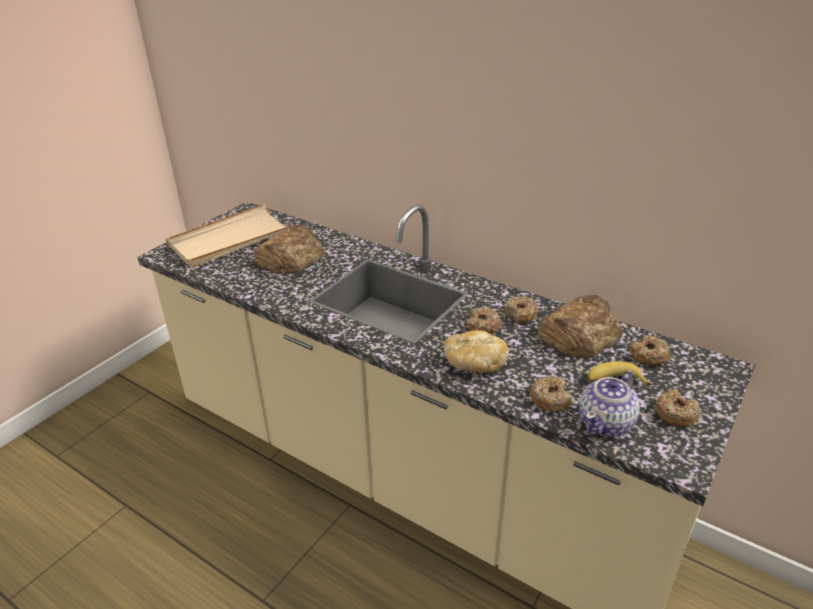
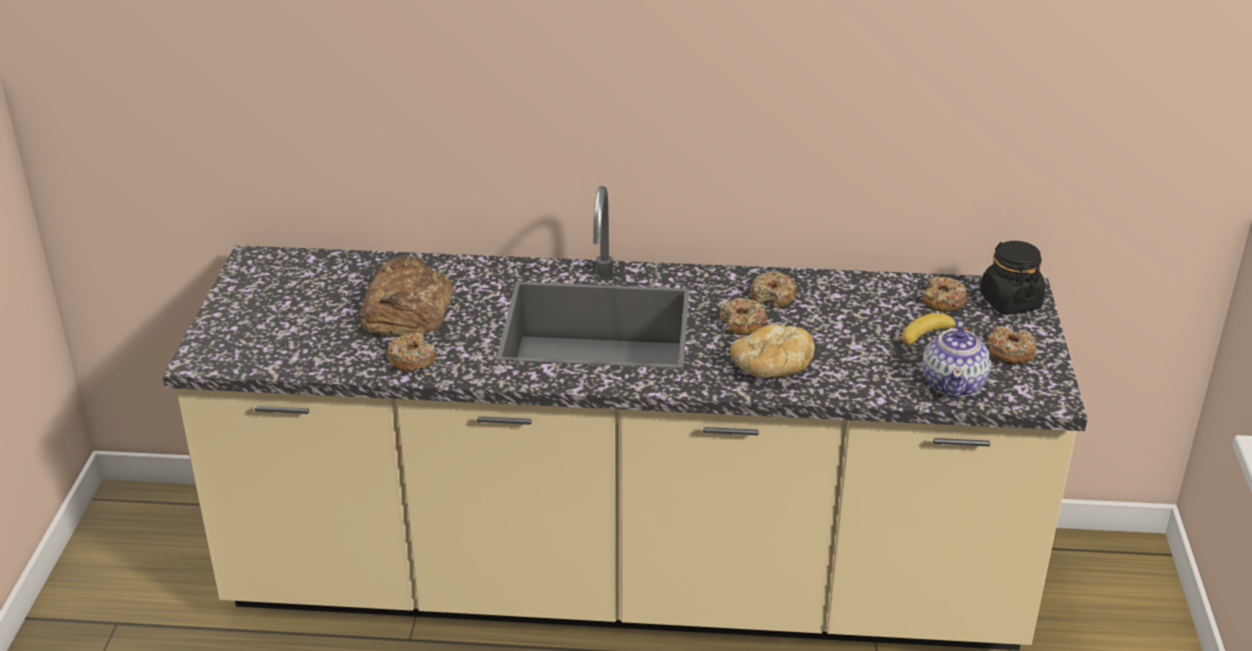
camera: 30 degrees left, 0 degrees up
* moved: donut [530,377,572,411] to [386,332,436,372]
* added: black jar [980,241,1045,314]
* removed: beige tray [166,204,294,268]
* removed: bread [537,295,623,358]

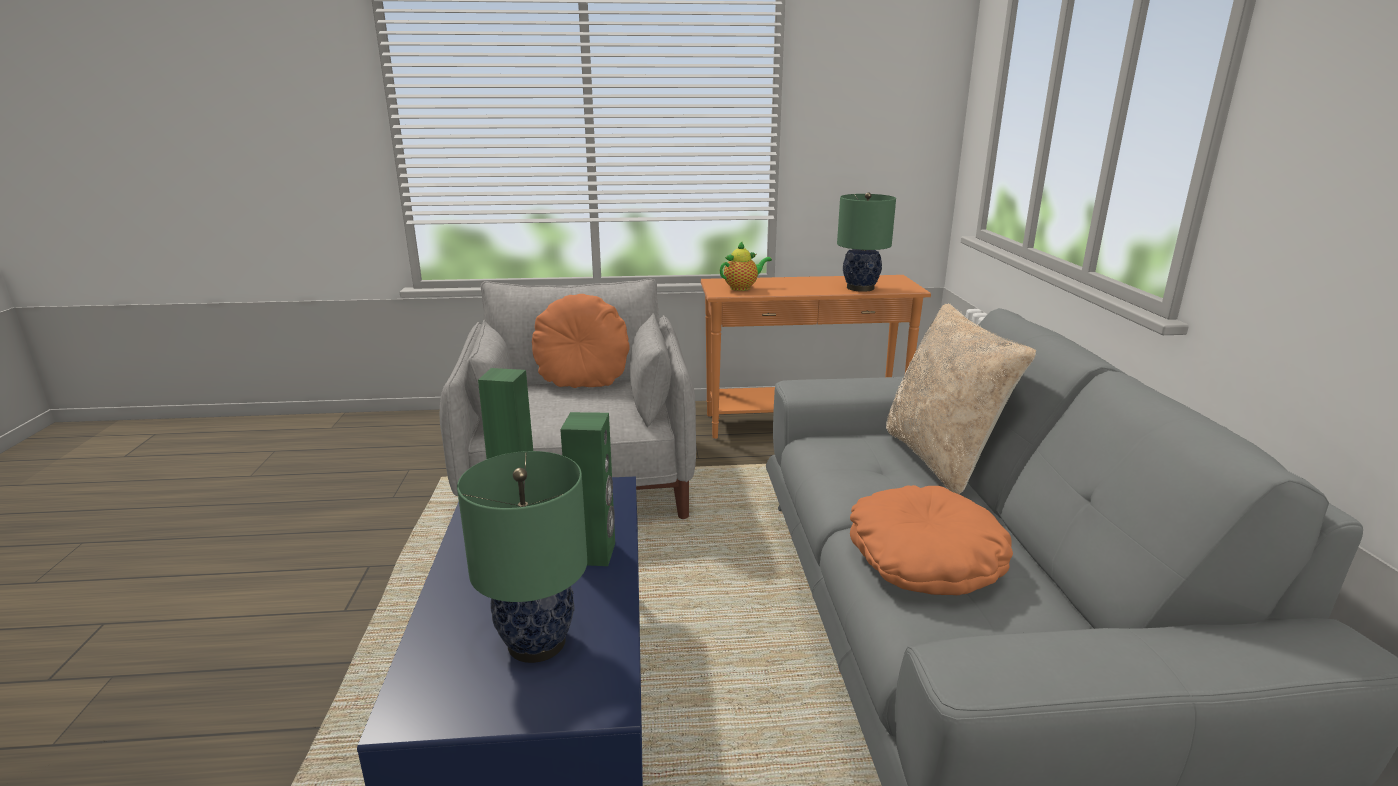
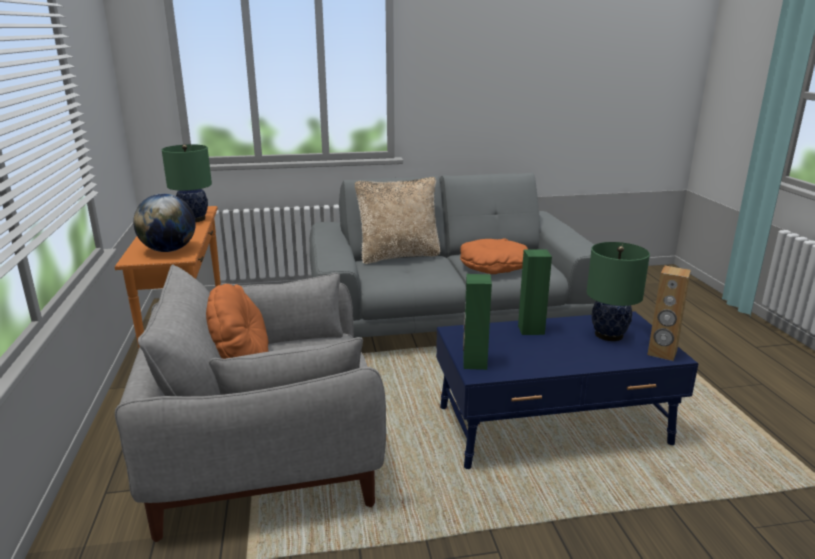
camera: 95 degrees left, 0 degrees up
* replaced: teapot [720,241,772,291] to globe [133,194,196,252]
* added: brown speaker [647,266,691,361]

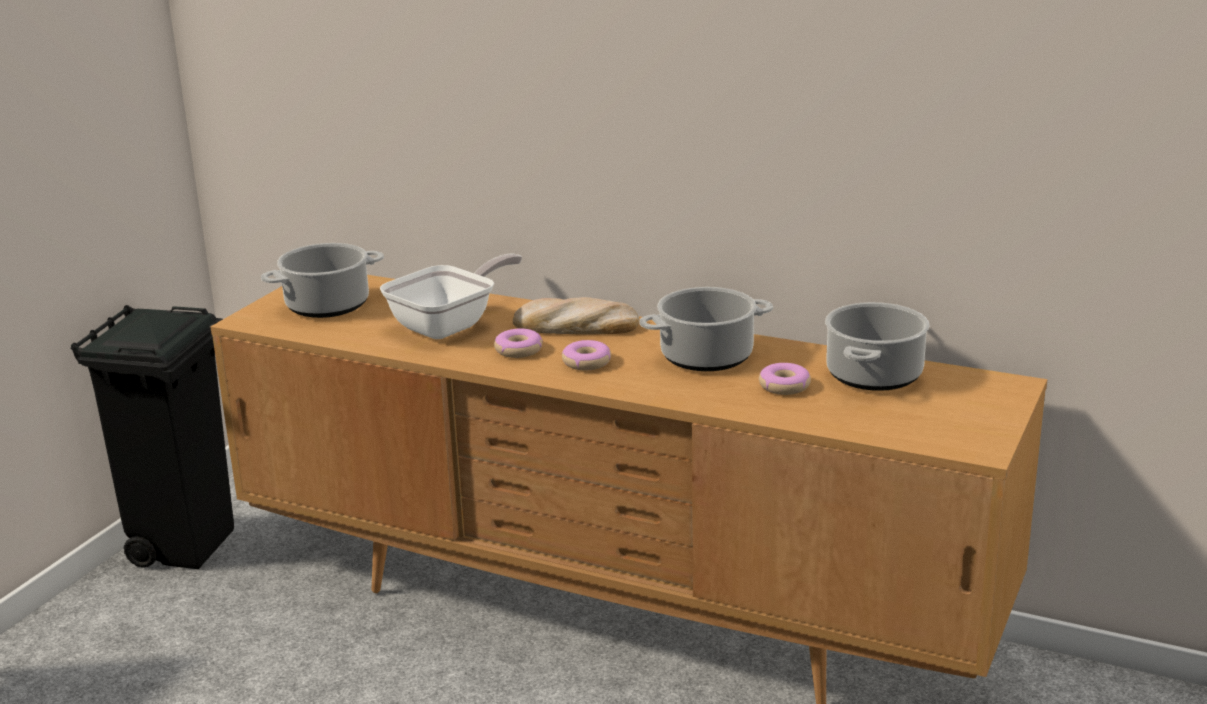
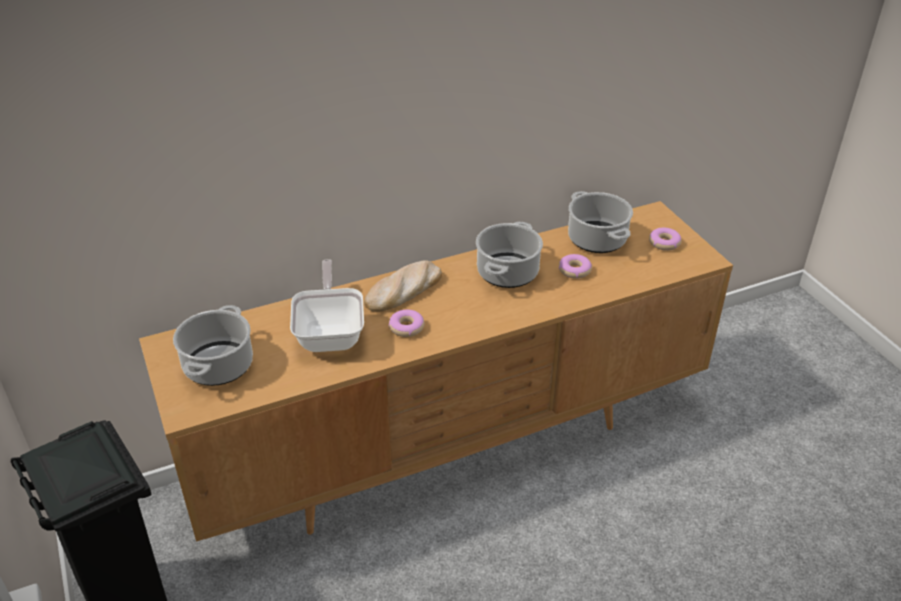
camera: 50 degrees left, 15 degrees up
* moved: donut [562,340,611,370] to [649,227,681,251]

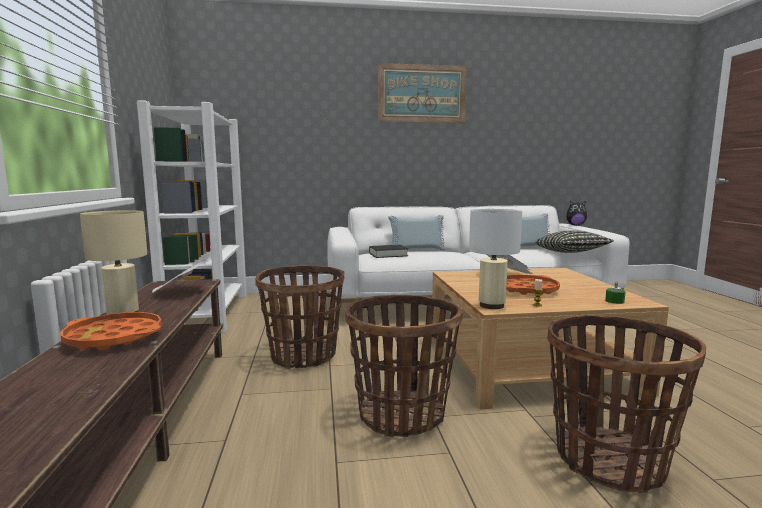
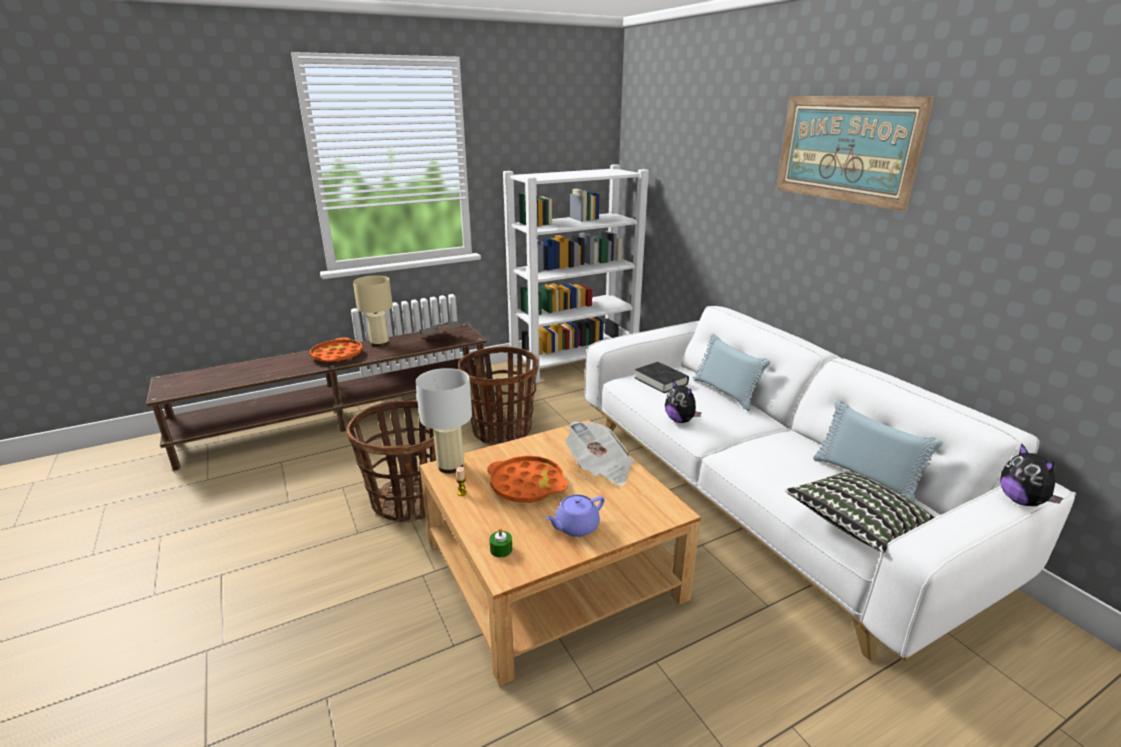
camera: 70 degrees right, 15 degrees up
* added: purple teapot [545,495,605,537]
* added: plush toy [665,380,702,423]
* removed: basket [547,315,706,494]

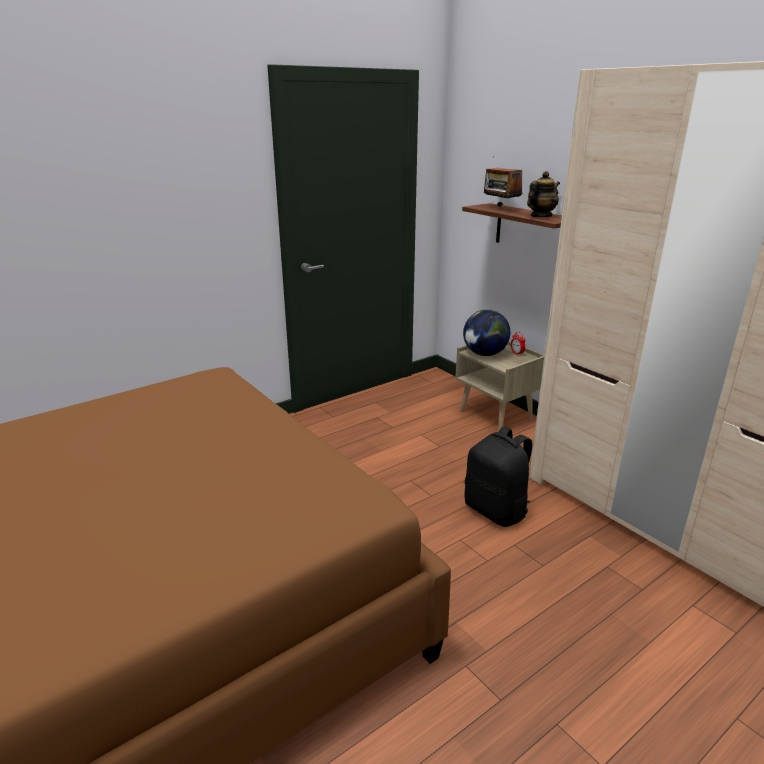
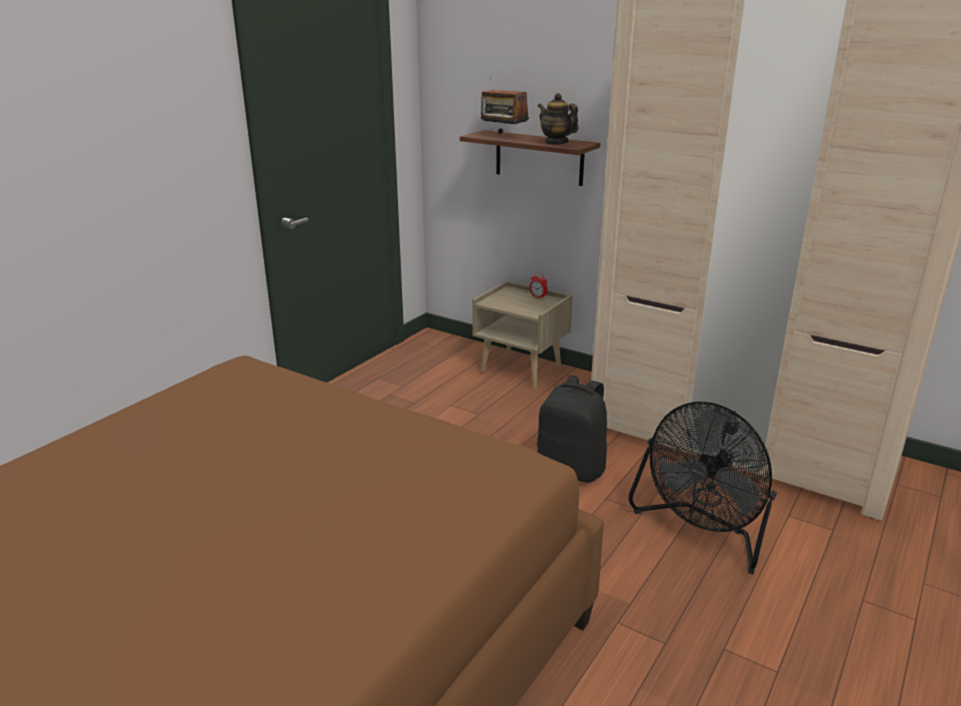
camera: 20 degrees left, 0 degrees up
* turned: teapot [527,171,560,217] = [538,93,578,145] 75 degrees counterclockwise
* added: black fan [629,402,777,574]
* removed: globe [463,309,510,356]

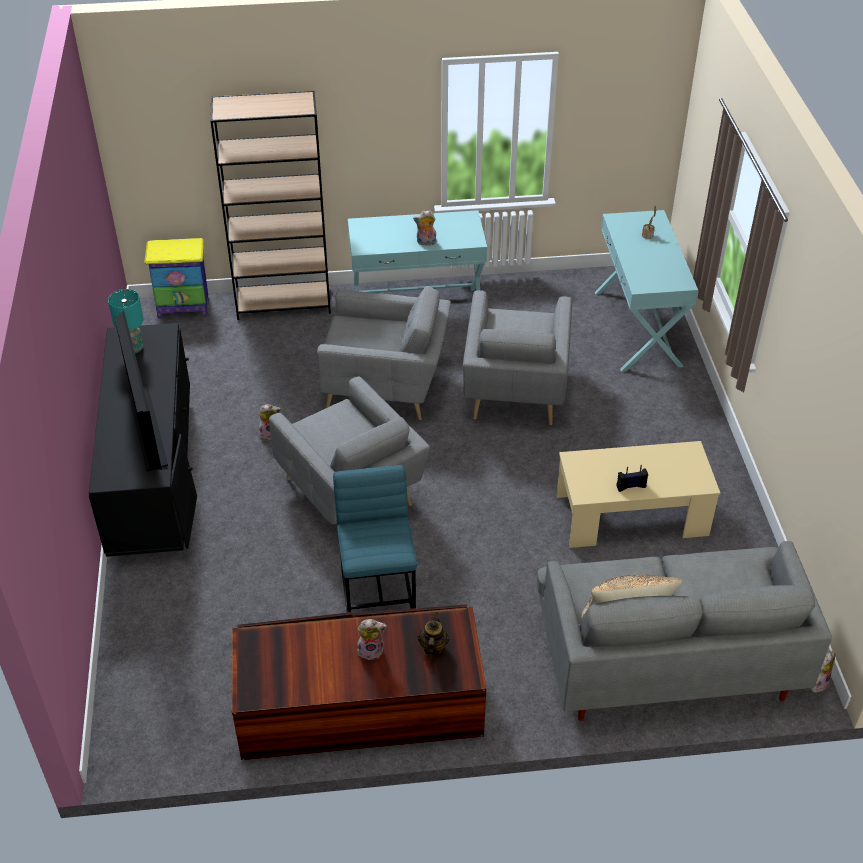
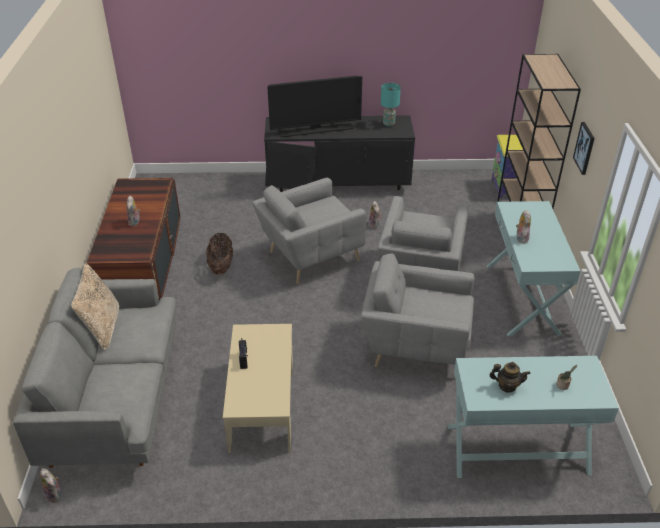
camera: 95 degrees right, 5 degrees down
* replaced: blue stool [333,465,417,613] to basket [206,233,233,275]
* moved: teapot [418,612,449,659] to [489,362,531,392]
* added: picture [573,122,595,175]

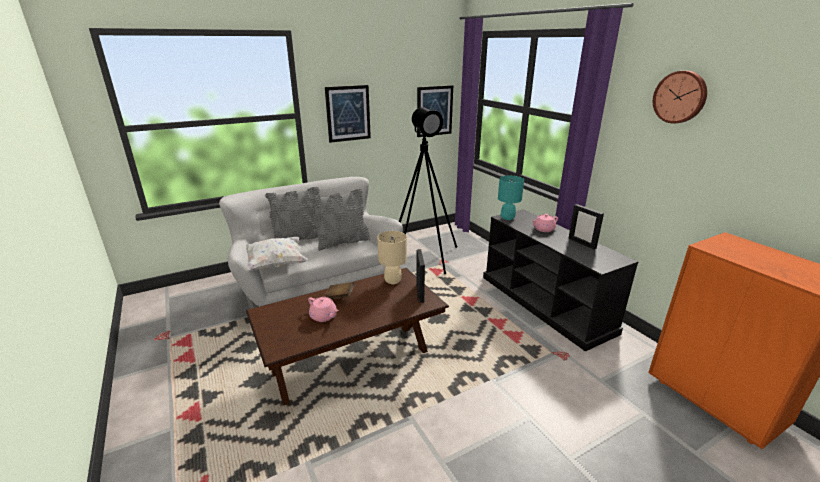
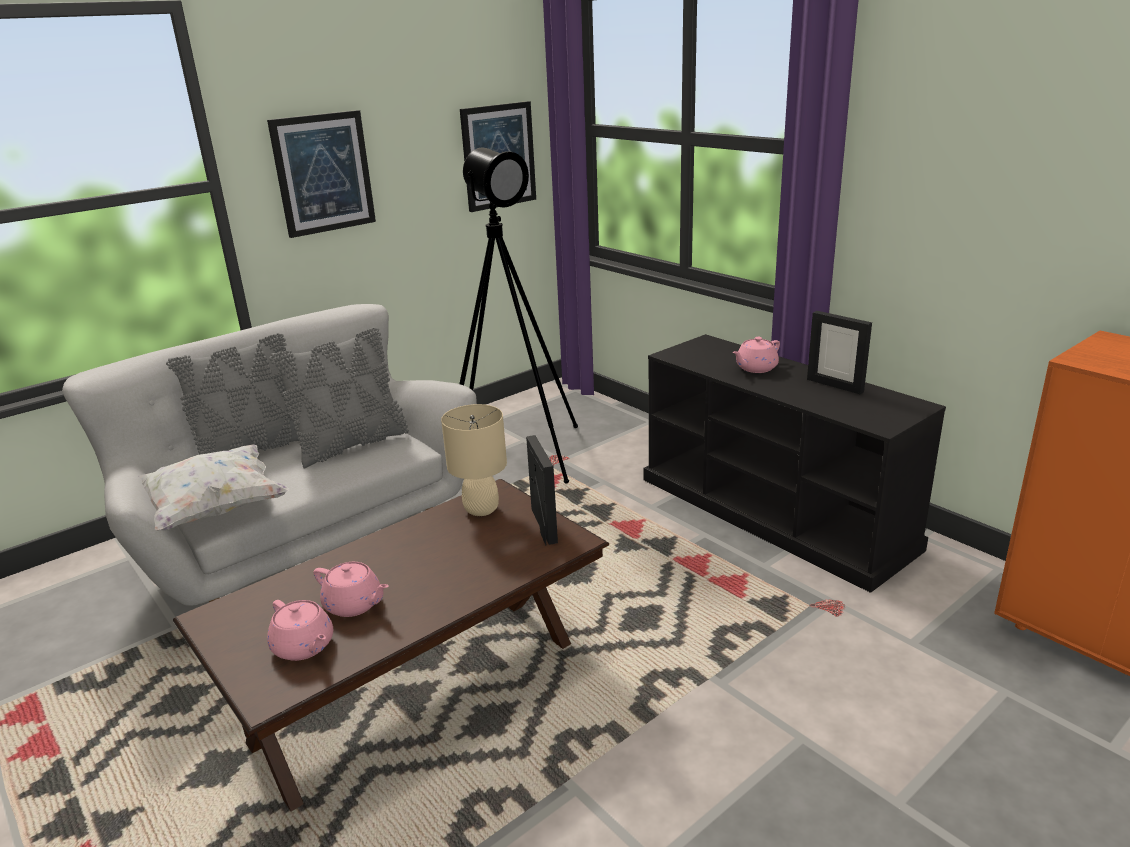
camera: 10 degrees left, 0 degrees up
* added: pink teapot [267,600,333,661]
* removed: brown book [324,282,354,299]
* removed: turquoise table lamp [498,176,524,220]
* removed: wall clock [653,71,707,123]

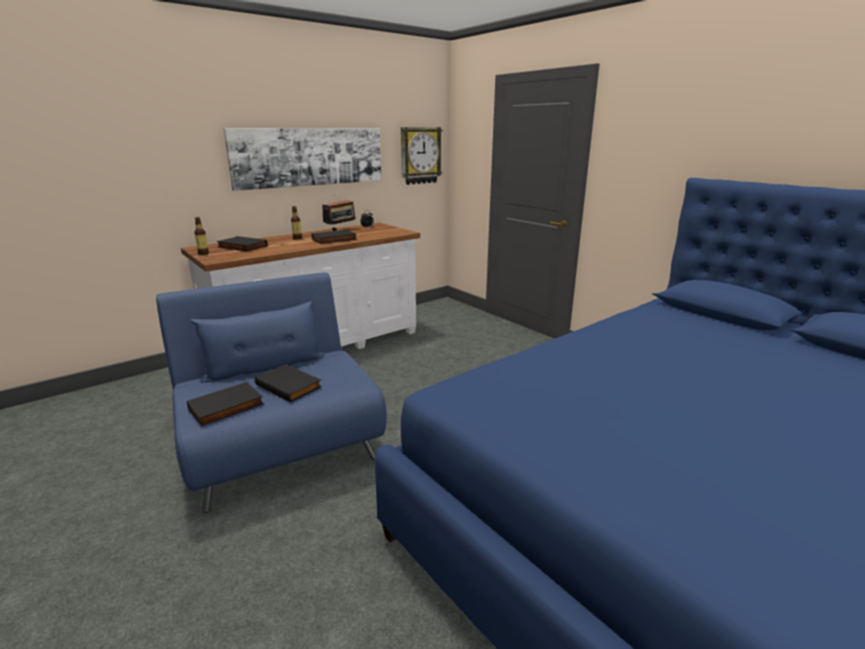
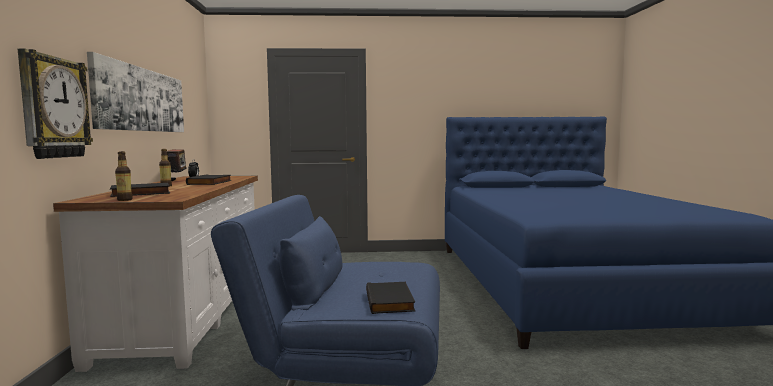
camera: 55 degrees left, 15 degrees down
* moved: wall clock [401,127,442,185] to [18,48,93,159]
* removed: black book [255,364,322,402]

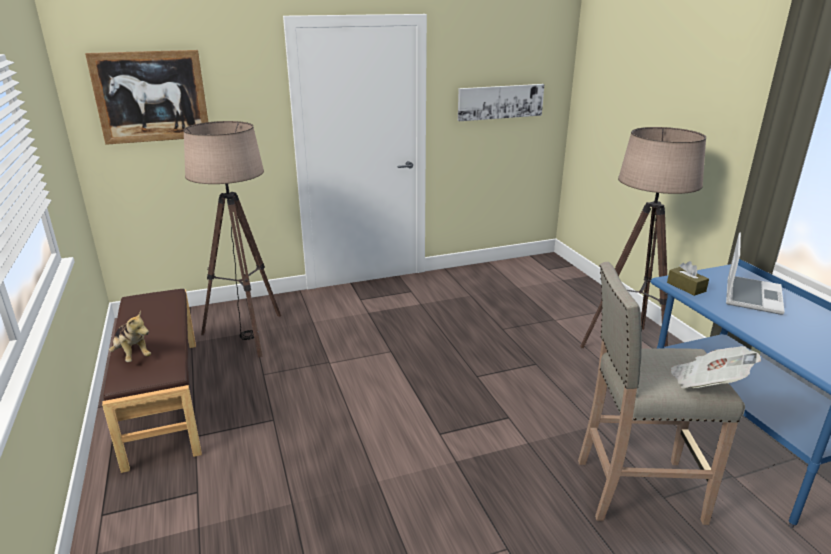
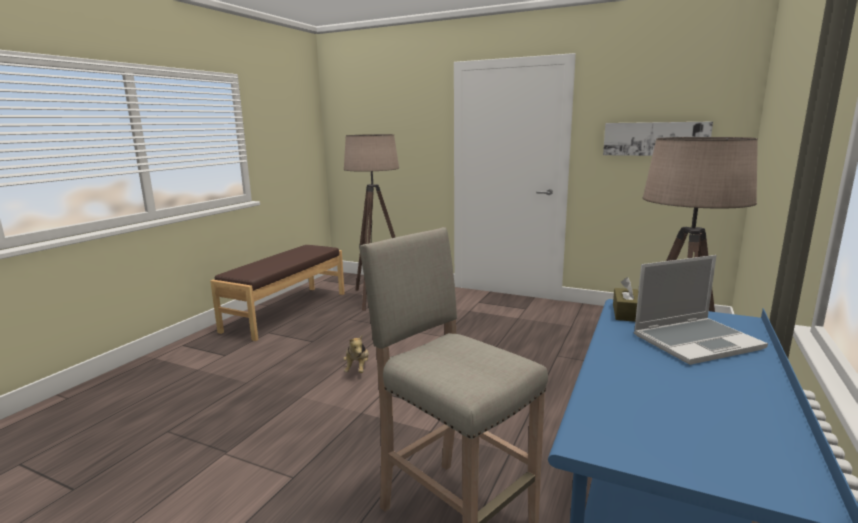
camera: 45 degrees right, 10 degrees down
* moved: plush toy [109,311,151,362] to [343,334,369,373]
* removed: picture [85,50,208,145]
* removed: newspaper [670,346,761,389]

